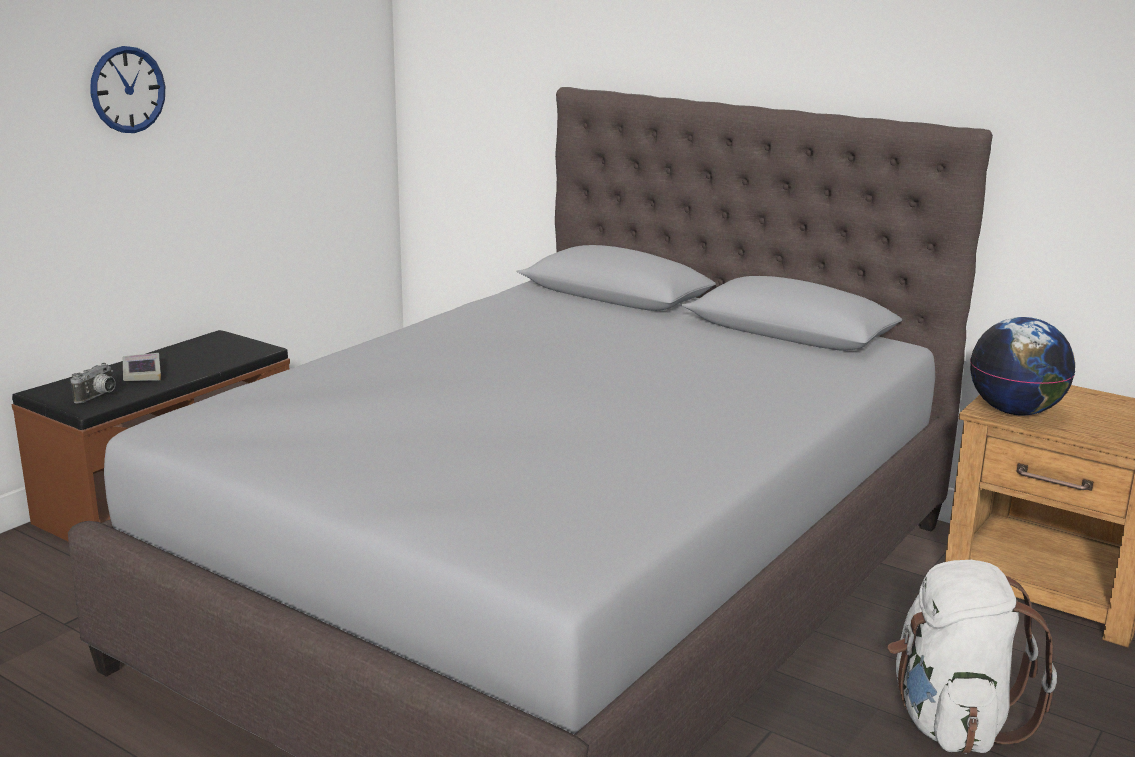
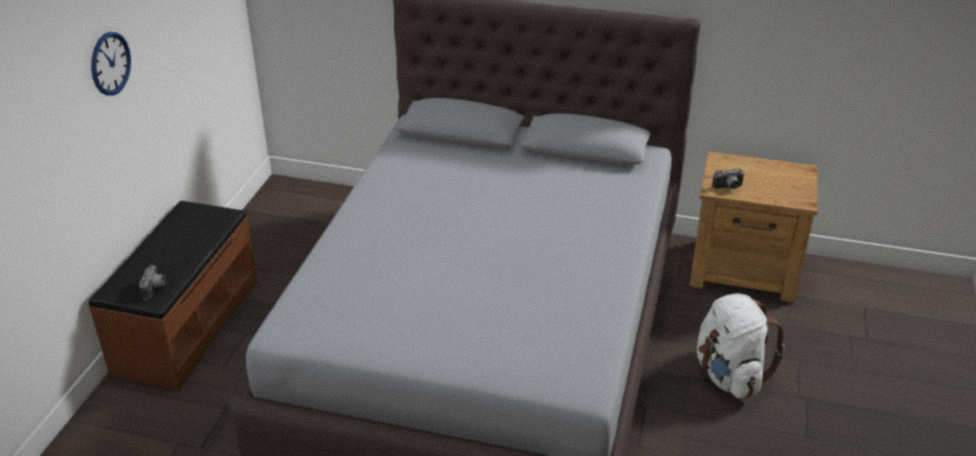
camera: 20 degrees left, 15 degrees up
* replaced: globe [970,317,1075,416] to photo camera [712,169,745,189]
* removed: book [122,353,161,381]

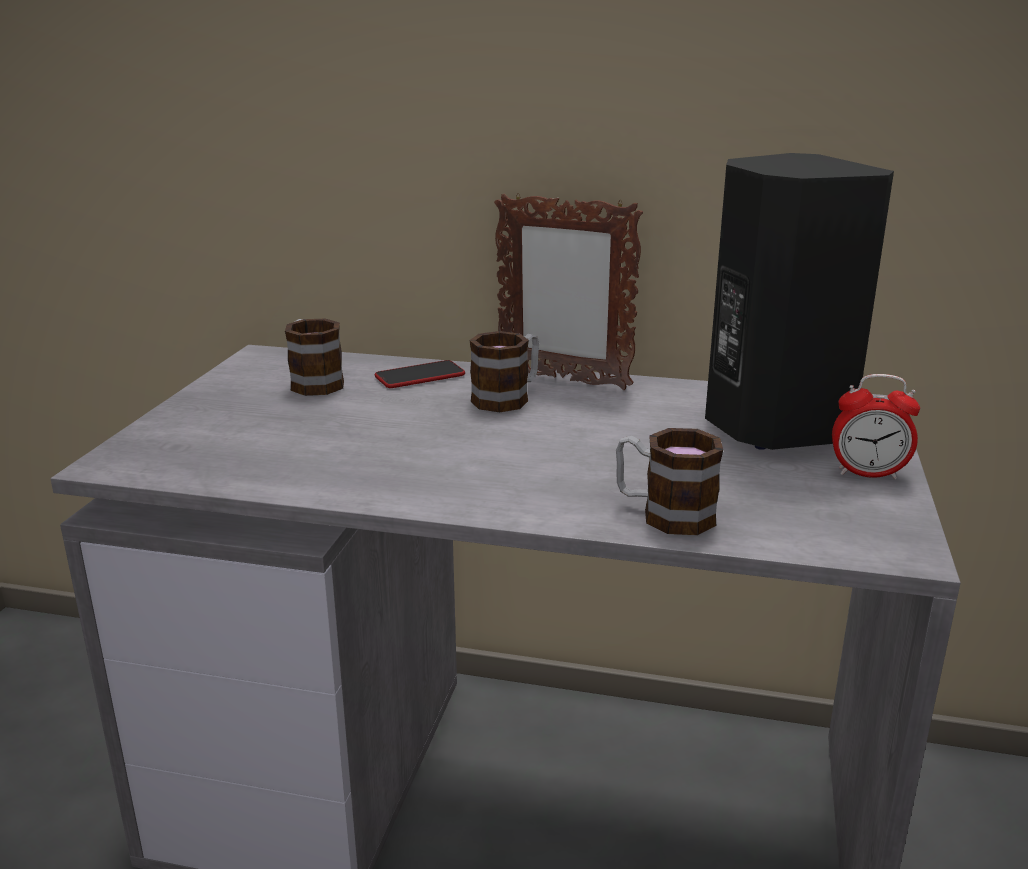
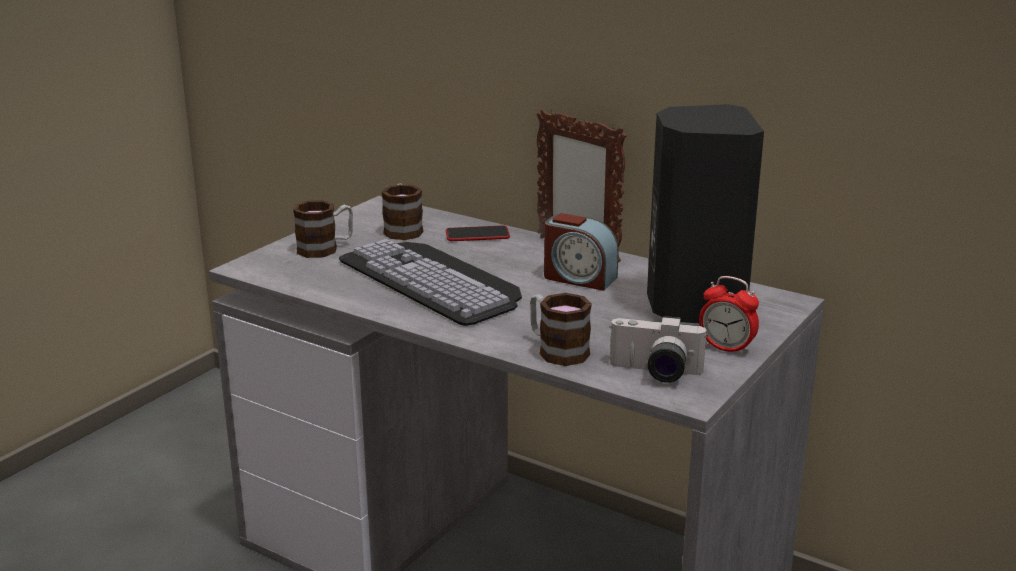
camera: 20 degrees right, 0 degrees up
* moved: mug [470,331,539,412] to [293,200,353,258]
* added: keyboard [339,239,522,326]
* added: alarm clock [544,213,619,291]
* added: photo camera [609,316,708,383]

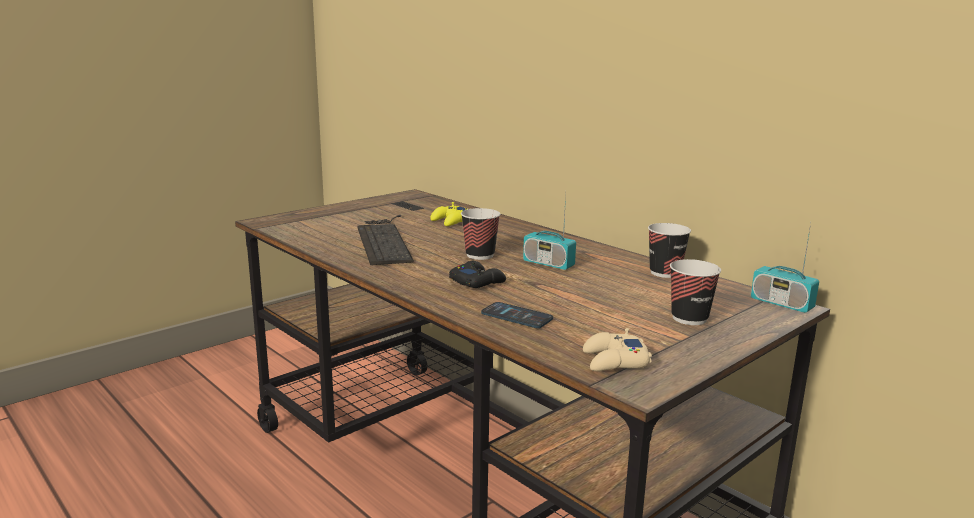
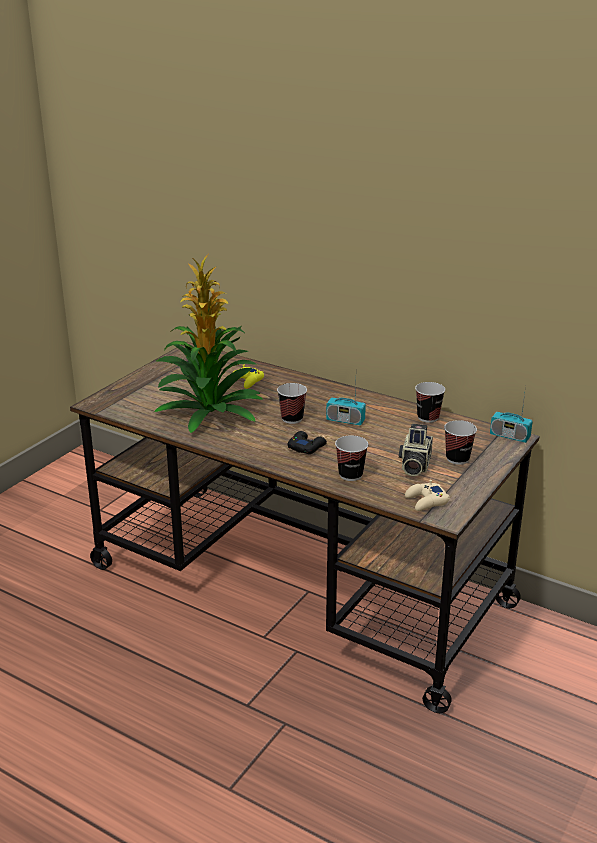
camera: 15 degrees left, 10 degrees up
* replaced: keyboard [358,215,414,265] to potted plant [154,255,263,433]
* replaced: phone [481,302,553,328] to cup [335,435,368,481]
* added: photo camera [399,424,433,476]

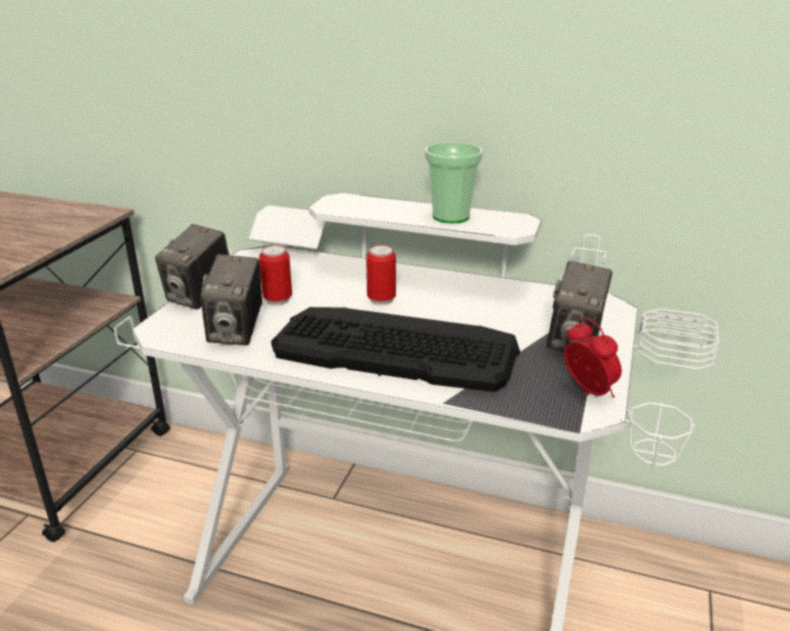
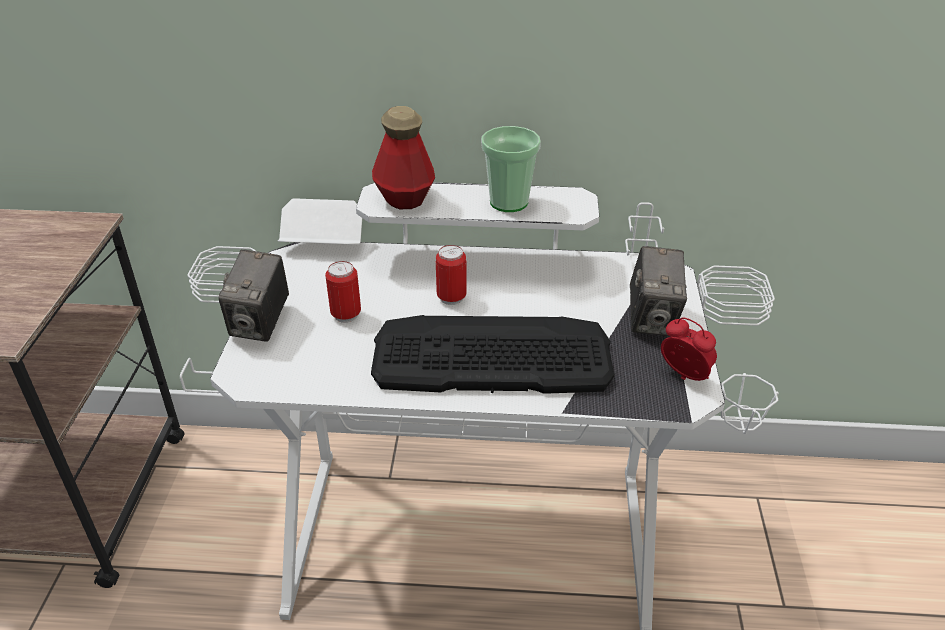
camera: 15 degrees left, 10 degrees up
* added: bottle [372,106,435,209]
* removed: photo camera [200,254,262,345]

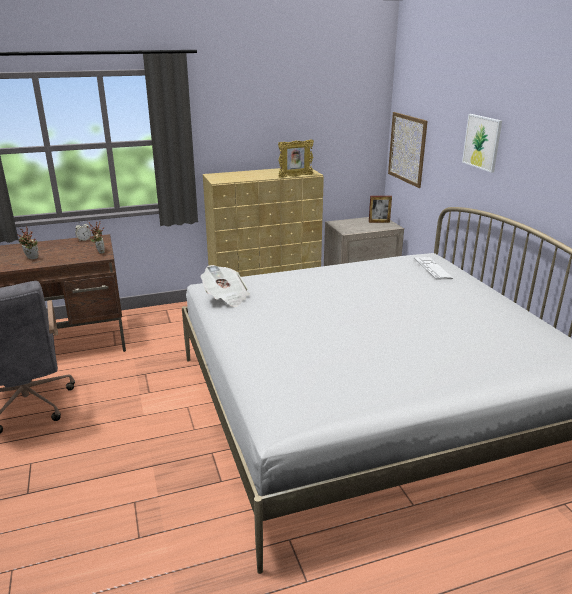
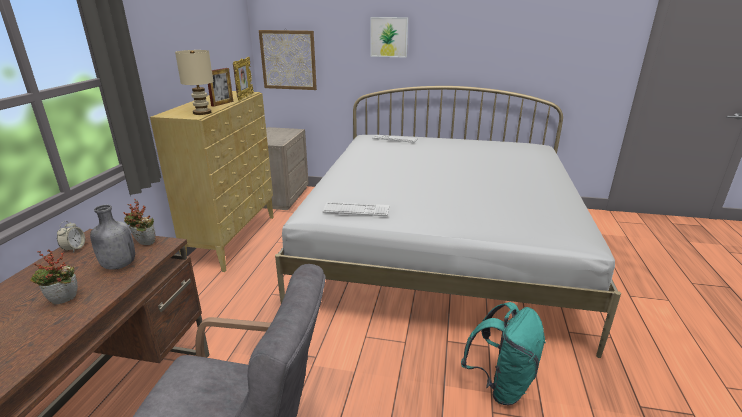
camera: 60 degrees left, 0 degrees up
* added: grey bottle [90,205,135,270]
* added: beige table lamp [175,50,214,115]
* moved: picture frame [369,196,392,223] to [208,68,233,107]
* replaced: newspaper [201,265,250,307] to keyboard [322,202,389,216]
* added: turquoise backpack [461,302,546,405]

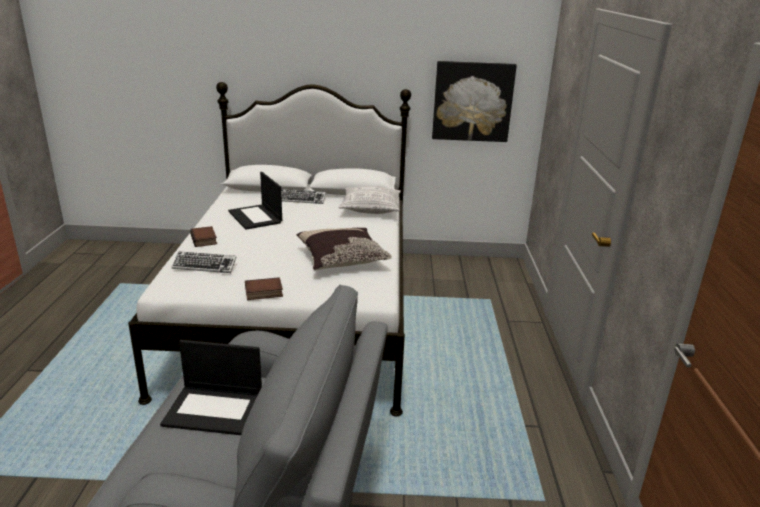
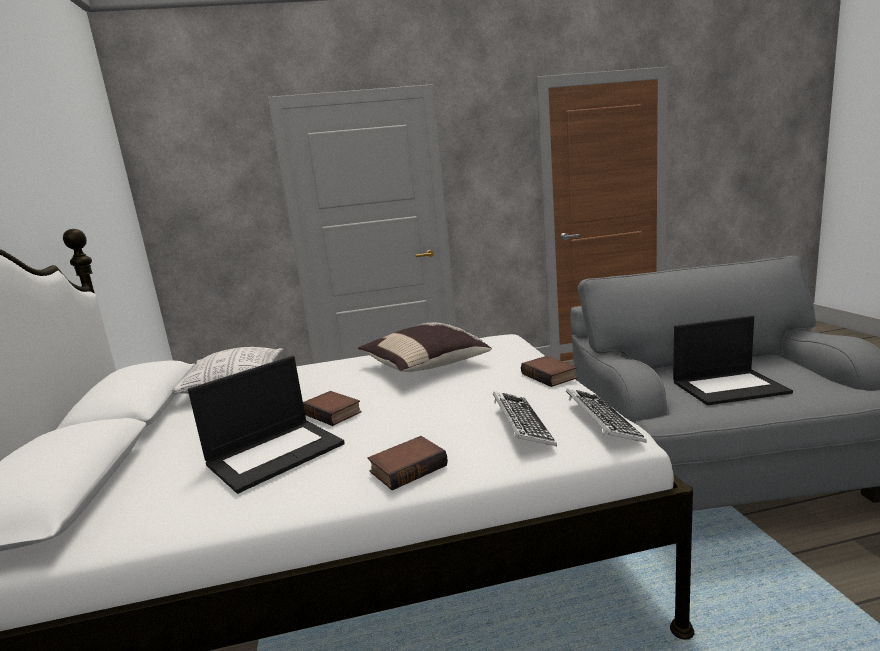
camera: 100 degrees left, 10 degrees down
* added: book [303,391,362,426]
* moved: keyboard [281,189,326,204] to [566,388,647,443]
* turned: laptop [160,340,262,435] = [673,316,793,405] 90 degrees clockwise
* removed: picture [432,61,517,142]

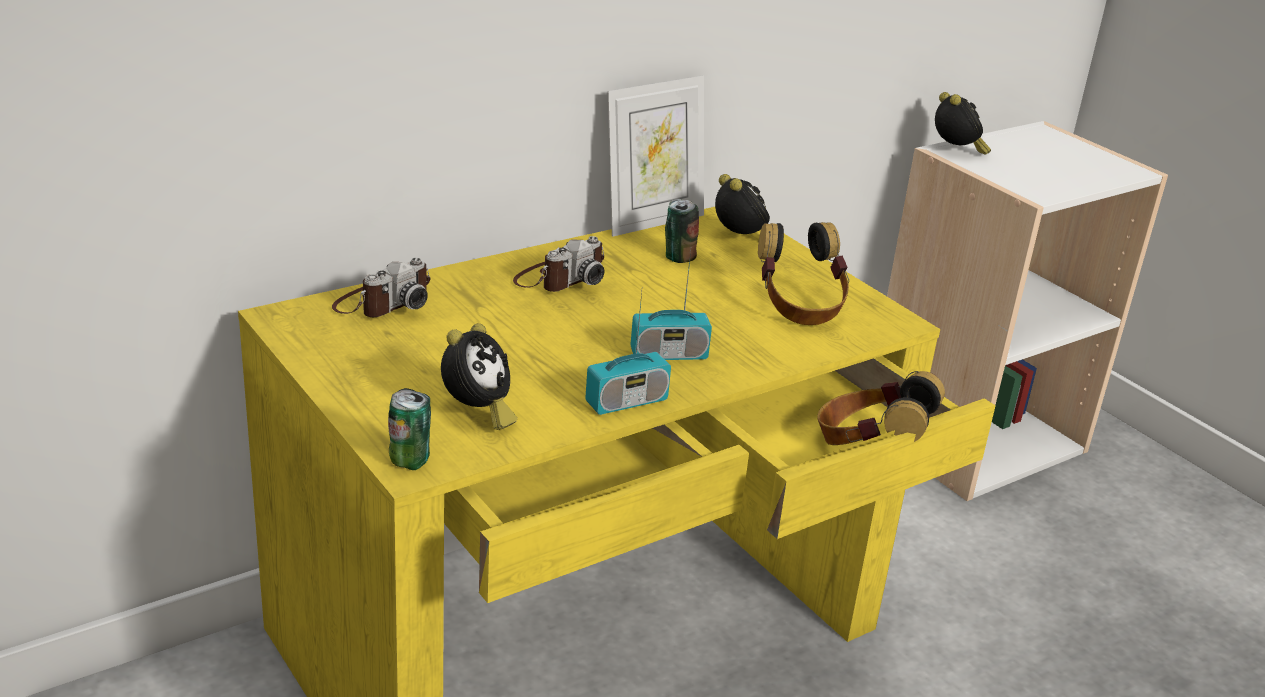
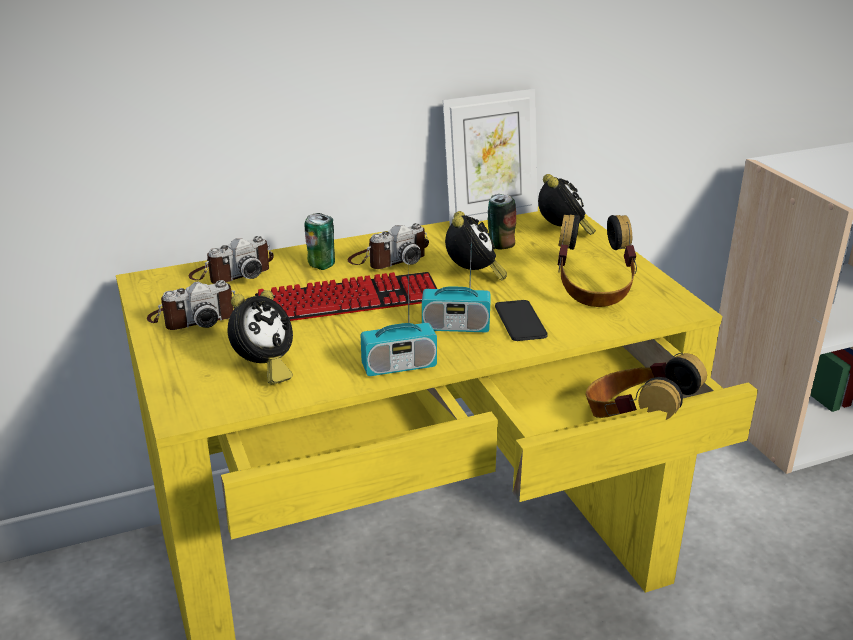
camera: 15 degrees right, 0 degrees up
* added: photo camera [147,280,235,330]
* added: keyboard [255,272,437,321]
* moved: can [388,388,431,470] to [305,213,335,270]
* moved: alarm clock [935,92,991,155] to [445,211,507,281]
* added: phone [495,300,548,341]

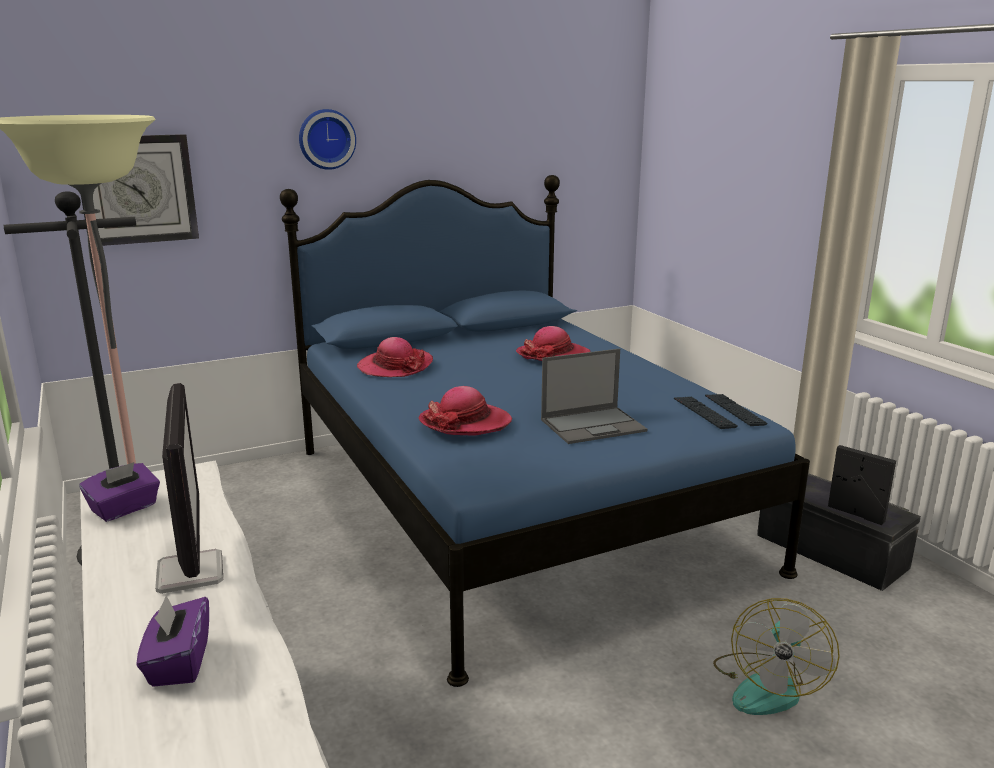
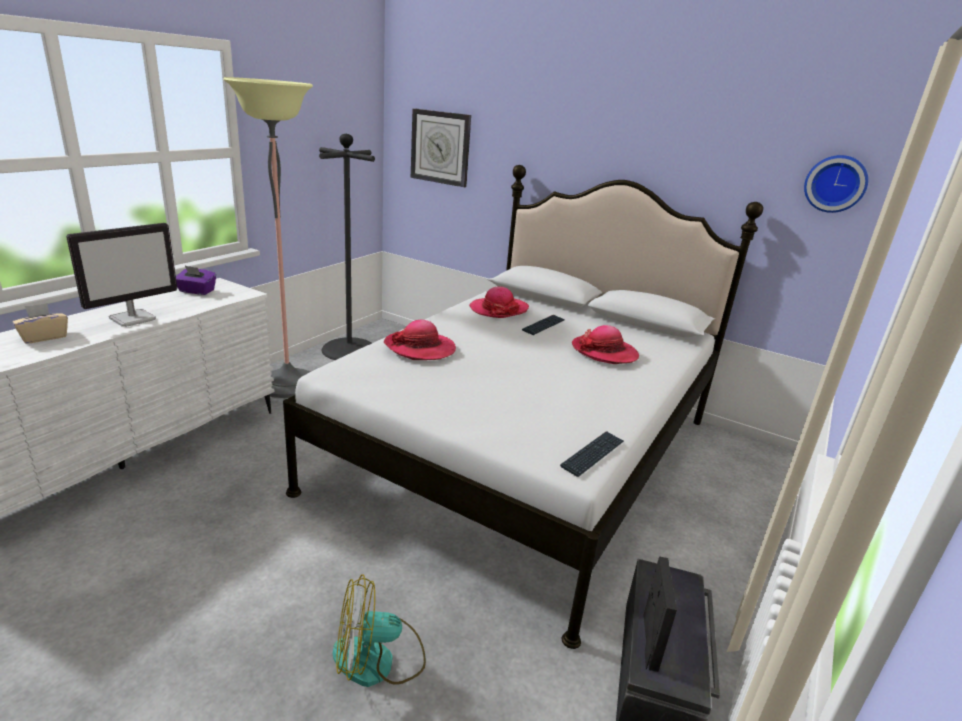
camera: 55 degrees right, 5 degrees up
* recoloured: purple tissue box [136,596,209,687] to beige tissue box [13,303,68,344]
* recoloured: blue bed [280,175,810,687] to white bed [283,165,763,649]
* moved: keyboard [674,397,738,429] to [522,315,565,335]
* moved: wall clock [299,109,356,170] to [804,155,868,213]
* removed: laptop [541,349,647,444]

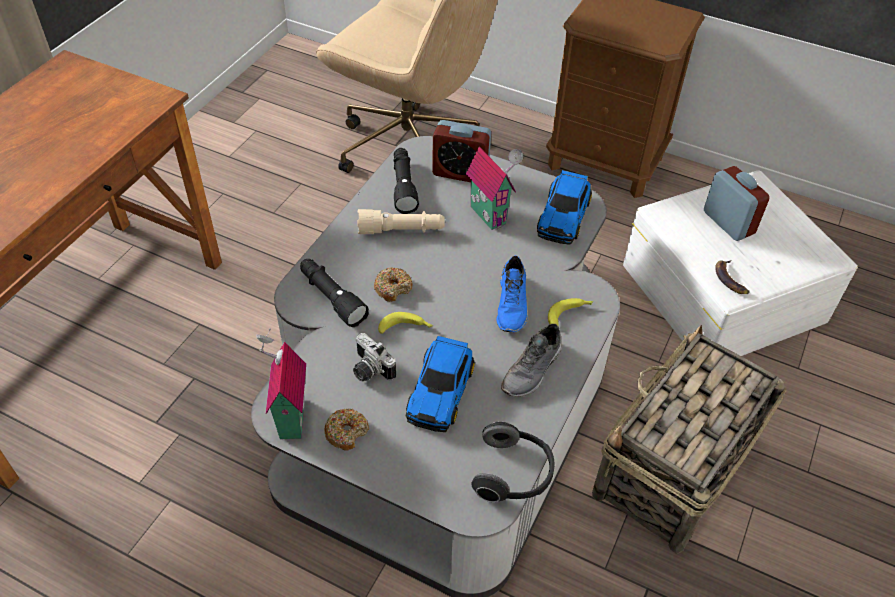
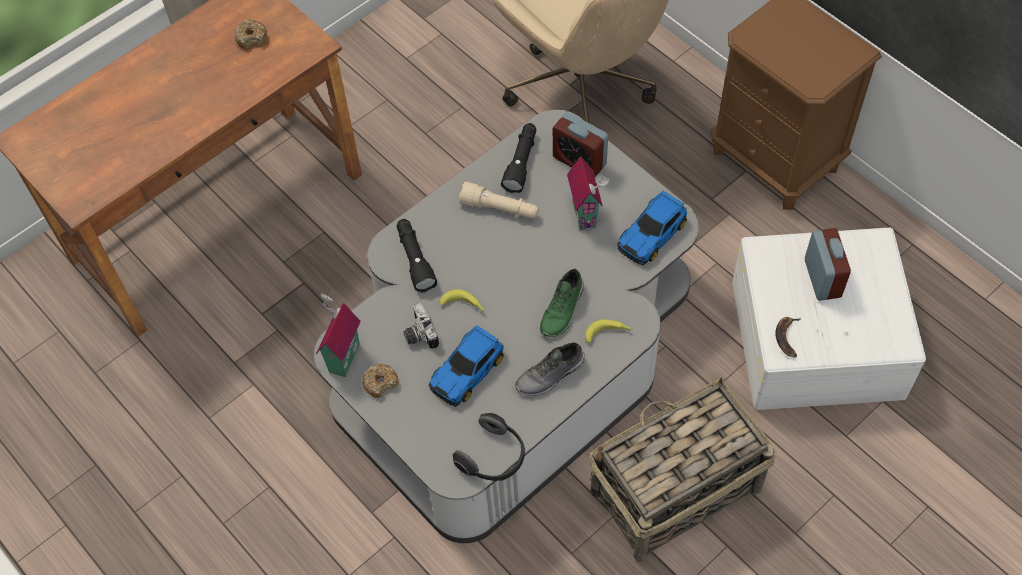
camera: 25 degrees right, 10 degrees up
* moved: donut [374,267,413,302] to [234,19,267,49]
* recoloured: blue shoe [496,256,528,332] to green shoe [540,269,584,337]

